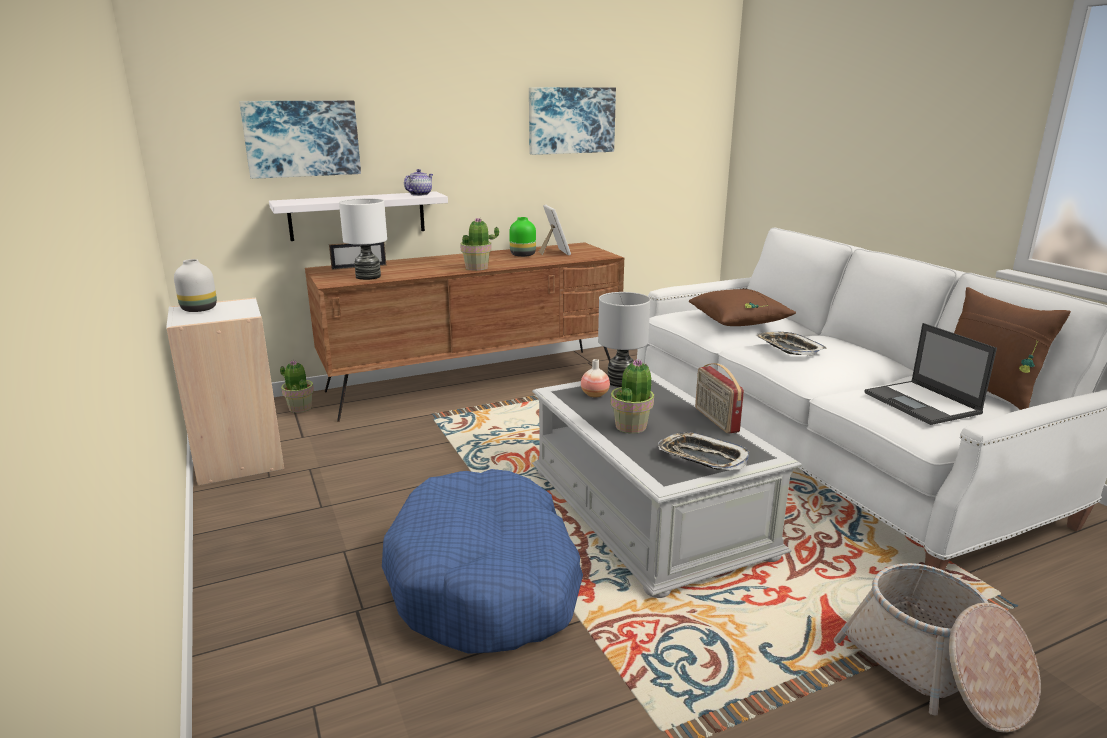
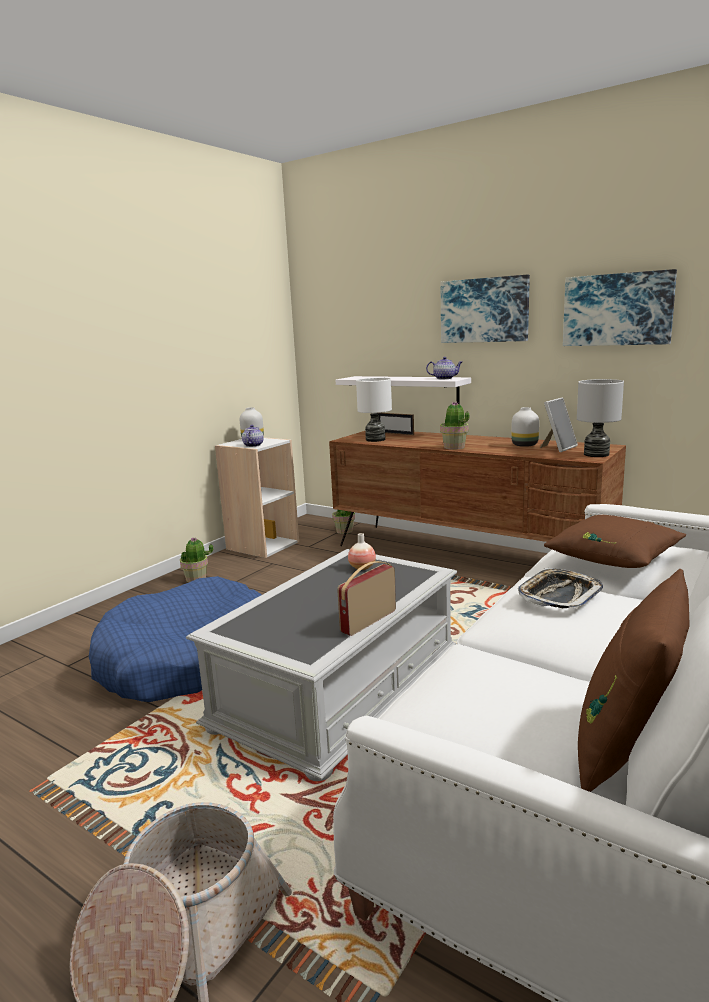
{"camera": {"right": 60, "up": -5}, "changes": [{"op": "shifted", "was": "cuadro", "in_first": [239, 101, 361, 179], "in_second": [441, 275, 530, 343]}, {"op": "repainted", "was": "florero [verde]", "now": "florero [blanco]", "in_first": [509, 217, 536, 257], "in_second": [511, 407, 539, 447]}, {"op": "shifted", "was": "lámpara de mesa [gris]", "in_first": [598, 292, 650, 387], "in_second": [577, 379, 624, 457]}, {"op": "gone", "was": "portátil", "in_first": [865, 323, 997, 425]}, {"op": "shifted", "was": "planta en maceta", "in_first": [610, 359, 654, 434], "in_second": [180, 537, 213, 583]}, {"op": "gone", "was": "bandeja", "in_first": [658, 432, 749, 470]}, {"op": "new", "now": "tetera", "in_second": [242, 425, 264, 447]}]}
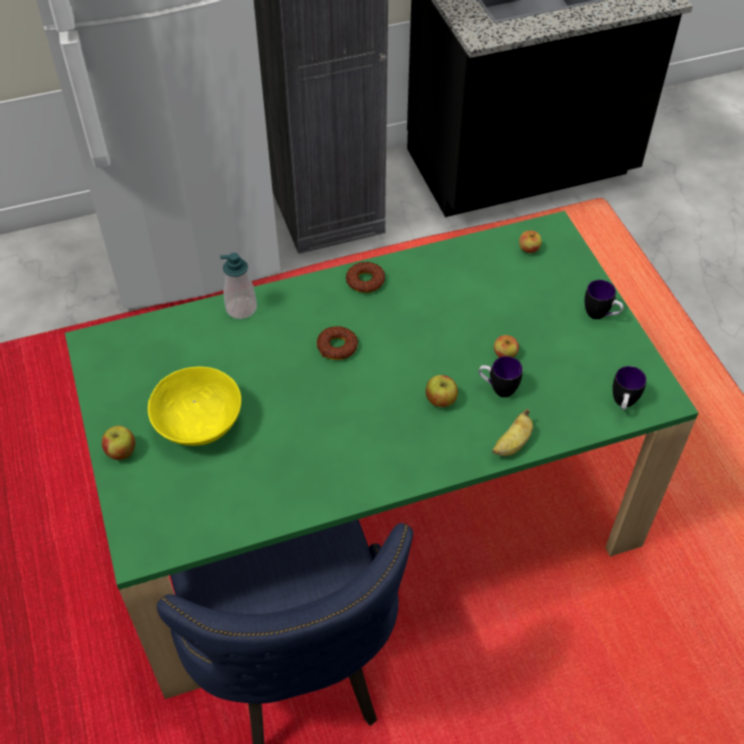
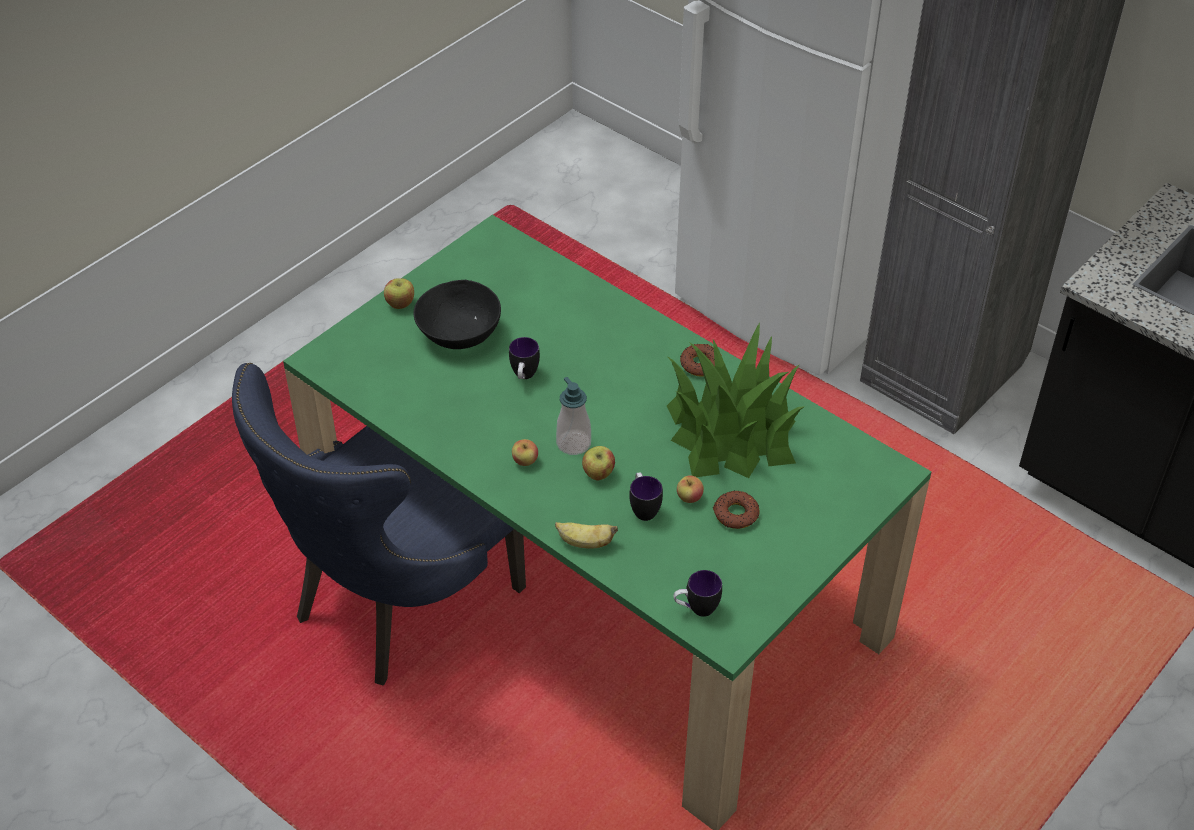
{"camera": {"right": 60, "up": -5}, "changes": [{"op": "shifted", "was": "manzana", "in_first": [519, 230, 542, 253], "in_second": [512, 439, 538, 466]}, {"op": "shifted", "was": "dispensador de jabón", "in_first": [220, 253, 257, 319], "in_second": [556, 377, 591, 455]}, {"op": "shifted", "was": "taza grande", "in_first": [585, 280, 624, 319], "in_second": [509, 337, 540, 379]}, {"op": "shifted", "was": "rosquilla", "in_first": [317, 326, 358, 360], "in_second": [713, 490, 759, 529]}, {"op": "repainted", "was": "cuenco [amarillo]", "now": "cuenco [negro]", "in_first": [148, 367, 241, 446], "in_second": [413, 280, 501, 349]}, {"op": "new", "now": "planta en maceta", "in_second": [667, 322, 805, 478]}]}
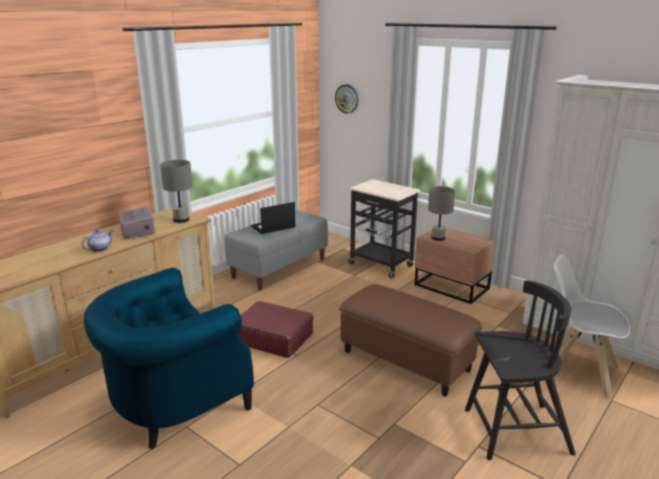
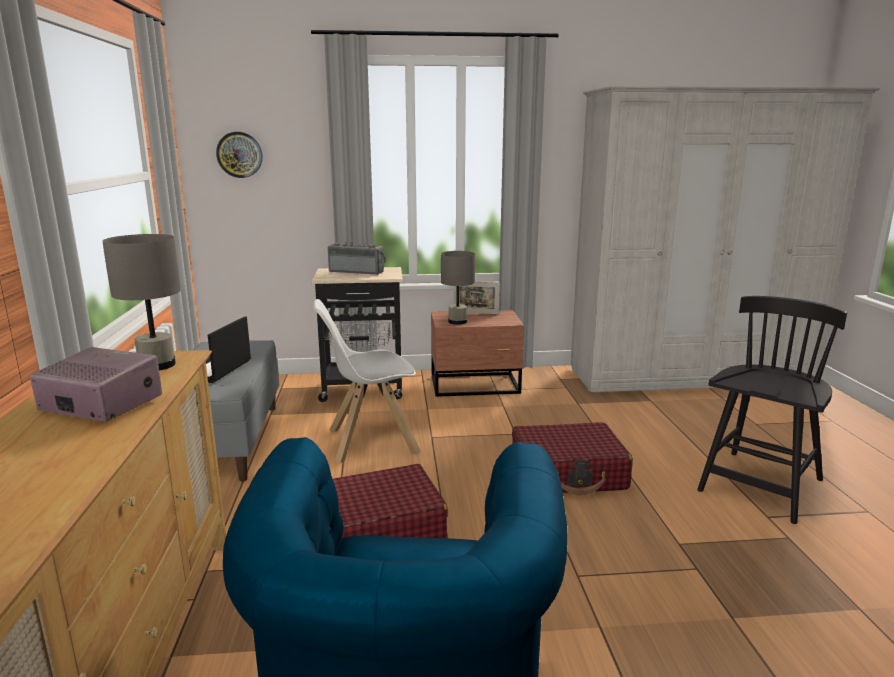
{"camera": {"right": -45, "up": -5}, "changes": [{"op": "gone", "was": "tetera", "in_first": [81, 229, 113, 252]}, {"op": "shifted", "was": "silla", "in_first": [553, 254, 630, 399], "in_second": [313, 299, 421, 464]}, {"op": "swapped", "was": "puf [marrón]", "now": "maleta [rojo]", "in_first": [339, 284, 482, 397], "in_second": [512, 422, 633, 495]}, {"op": "new", "now": "radio", "in_second": [328, 241, 386, 275]}, {"op": "new", "now": "portarretratos", "in_second": [454, 282, 500, 314]}]}
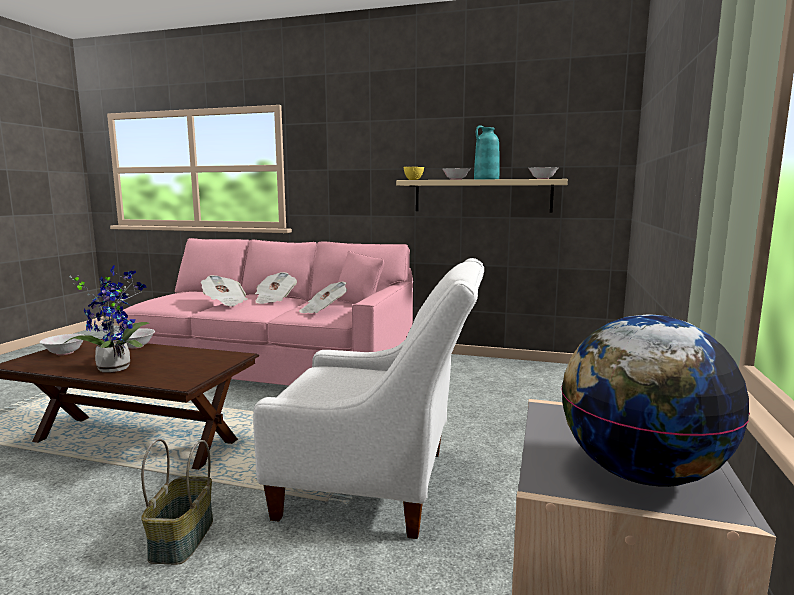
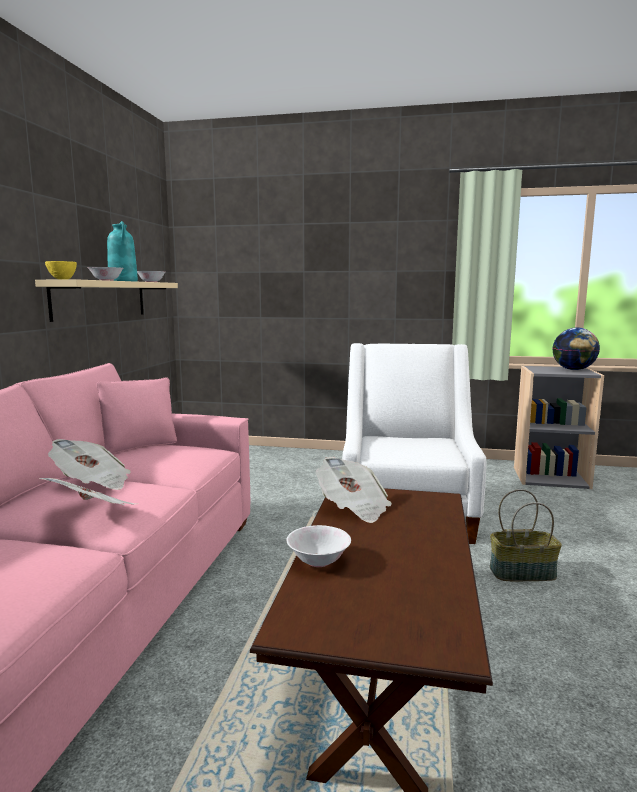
{"camera": {"right": -95, "up": 0}, "changes": [{"op": "gone", "was": "planta en maceta", "in_first": [63, 265, 149, 372]}, {"op": "shifted", "was": "periódico", "in_first": [299, 282, 347, 313], "in_second": [316, 457, 392, 523]}, {"op": "gone", "was": "cuenco [blanco]", "in_first": [40, 334, 84, 355]}]}
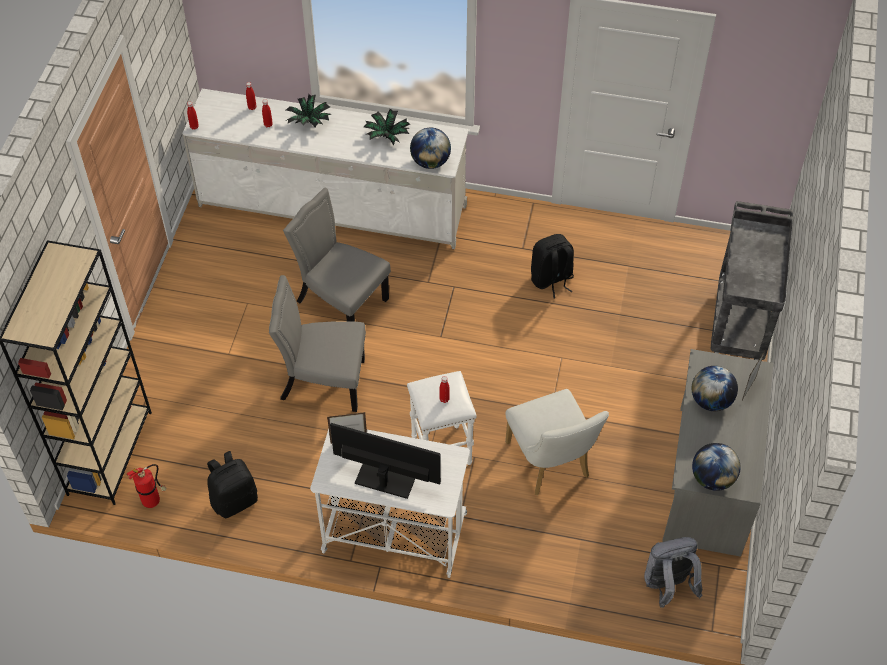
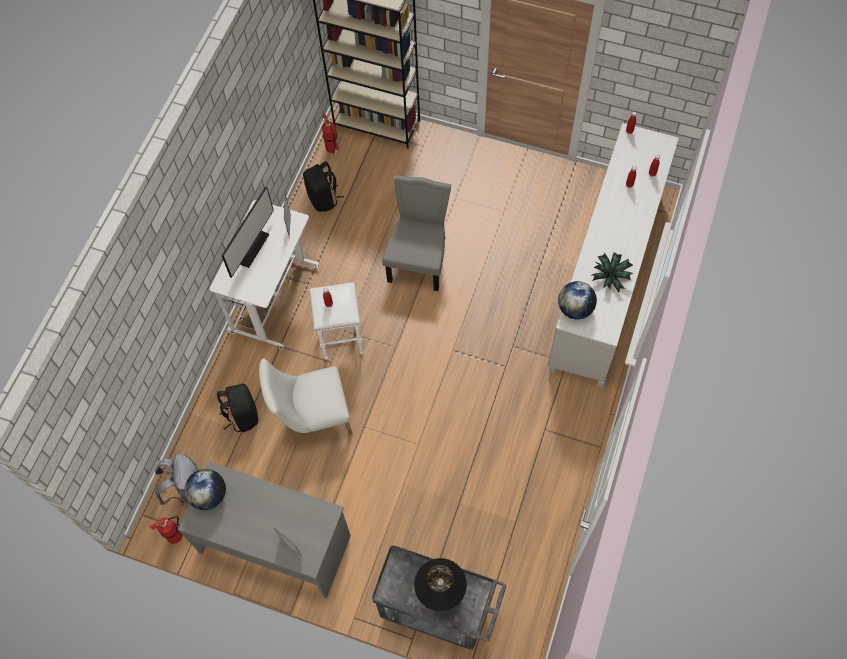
{"camera": {"right": 100, "up": 10}, "changes": [{"op": "gone", "was": "planta en maceta", "in_first": [286, 94, 331, 128]}, {"op": "gone", "was": "silla [gris]", "in_first": [283, 188, 391, 322]}, {"op": "shifted", "was": "mochila [negro]", "in_first": [531, 234, 574, 299], "in_second": [217, 384, 258, 432]}, {"op": "gone", "was": "globo terráqueo", "in_first": [691, 366, 738, 411]}, {"op": "new", "now": "extintor", "in_second": [150, 516, 182, 544]}, {"op": "new", "now": "lámpara de mesa [negro]", "in_second": [414, 558, 467, 611]}]}
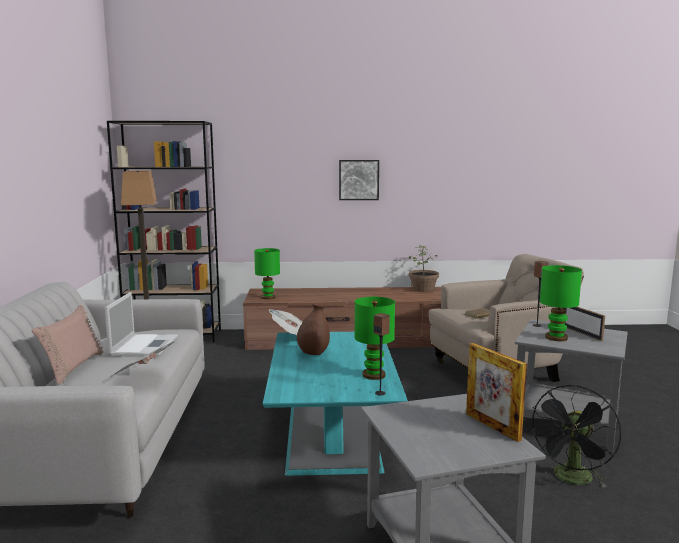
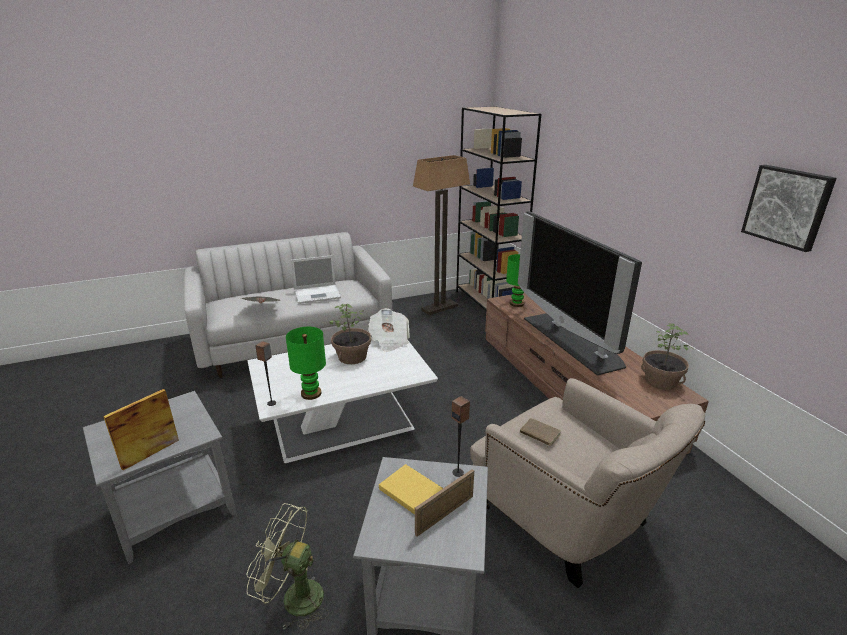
{"camera": {"right": 70, "up": 15}, "changes": [{"op": "shifted", "was": "cuadro", "in_first": [339, 160, 379, 200], "in_second": [741, 165, 837, 252]}, {"op": "swapped", "was": "lámpara de mesa [verde]", "now": "libro [amarillo]", "in_first": [540, 265, 582, 341], "in_second": [379, 464, 443, 515]}, {"op": "swapped", "was": "florero [marrón]", "now": "planta en maceta", "in_first": [297, 304, 330, 355], "in_second": [329, 304, 371, 364]}, {"op": "gone", "was": "cojín [beis]", "in_first": [32, 305, 103, 385]}, {"op": "repainted", "was": "mesa de centro [turquesa]", "now": "mesa de centro [blanco]", "in_first": [263, 332, 408, 476], "in_second": [247, 336, 438, 463]}, {"op": "repainted", "was": "ventilador [negro]", "now": "ventilador [verde]", "in_first": [530, 385, 621, 487], "in_second": [246, 503, 329, 630]}, {"op": "new", "now": "televisor", "in_second": [518, 211, 642, 376]}]}
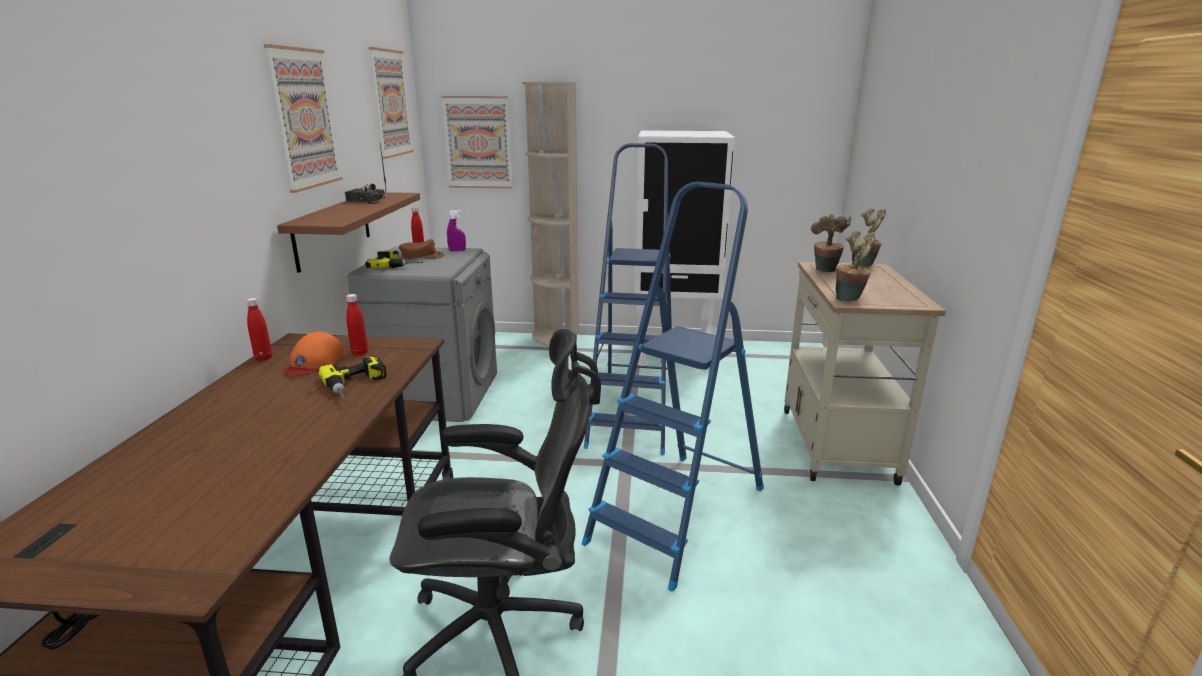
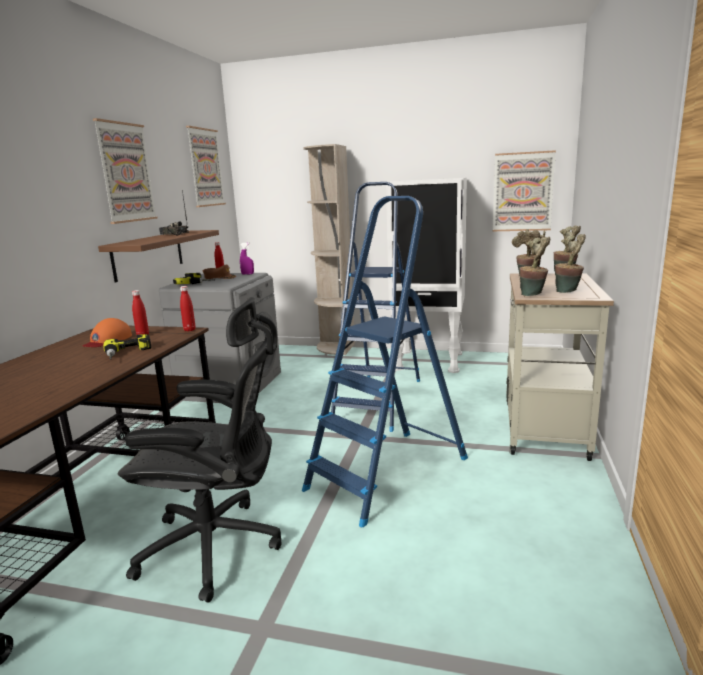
{"camera": {"right": 10, "up": -5}, "changes": [{"op": "shifted", "was": "cuadro", "in_first": [441, 96, 513, 188], "in_second": [492, 150, 556, 231]}, {"op": "shifted", "was": "botella [rojo]", "in_first": [246, 298, 272, 361], "in_second": [180, 286, 196, 331]}, {"op": "new", "now": "planta en maceta", "in_second": [555, 234, 586, 293]}]}
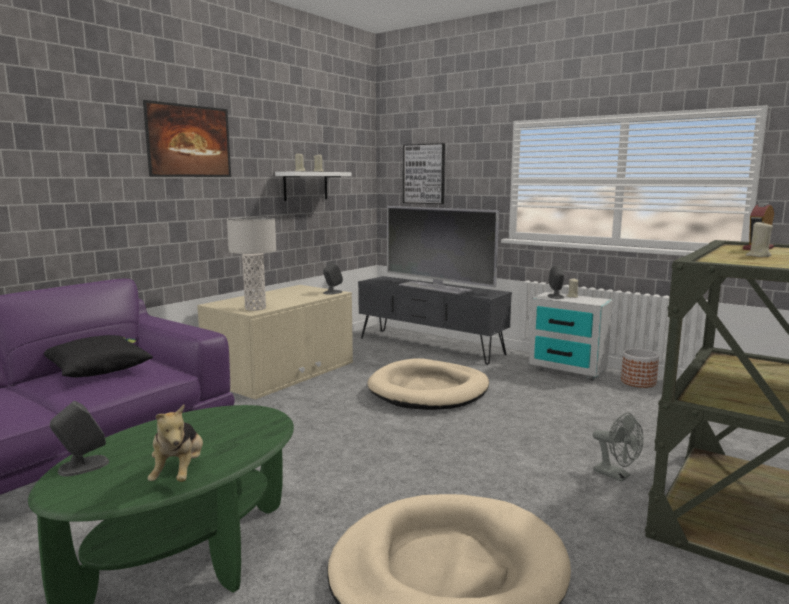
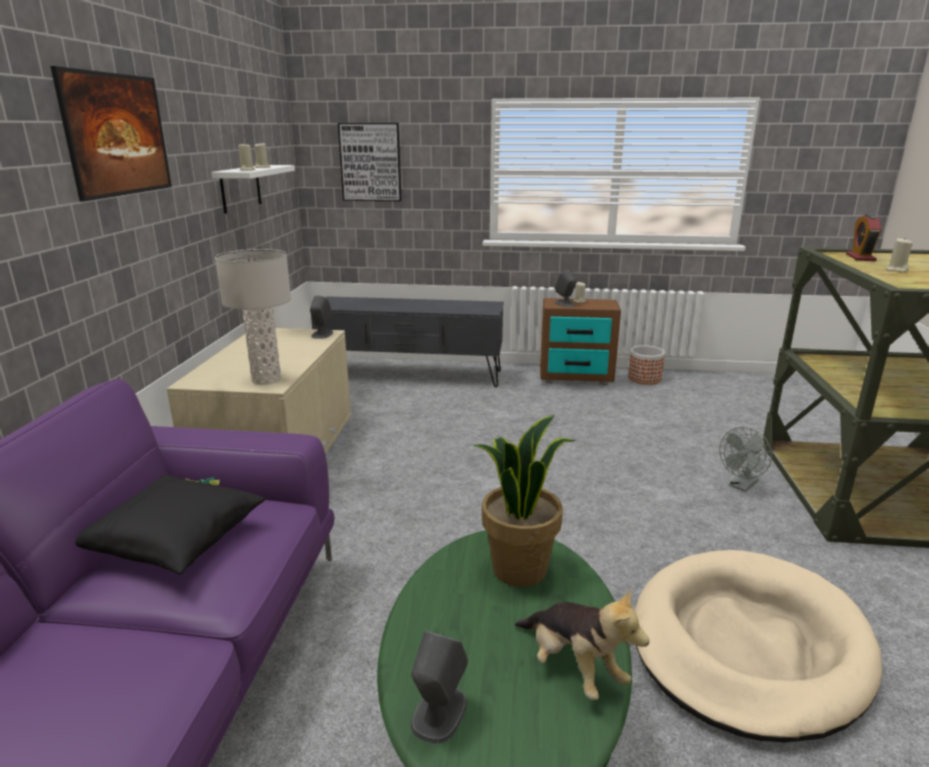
{"camera": {"right": -30, "up": 10}, "changes": [{"op": "gone", "was": "televisor", "in_first": [387, 206, 499, 294]}, {"op": "repainted", "was": "mesita de noche [blanco]", "now": "mesita de noche [marrón]", "in_first": [529, 292, 613, 380], "in_second": [540, 298, 621, 385]}, {"op": "gone", "was": "cama para perro [beis]", "in_first": [367, 358, 489, 410]}, {"op": "rotated", "was": "ventilador [gris]", "in_first": [593, 413, 644, 482], "in_second": [719, 427, 772, 492], "clockwise": 120}, {"op": "new", "now": "planta en maceta", "in_second": [474, 415, 576, 587]}]}
